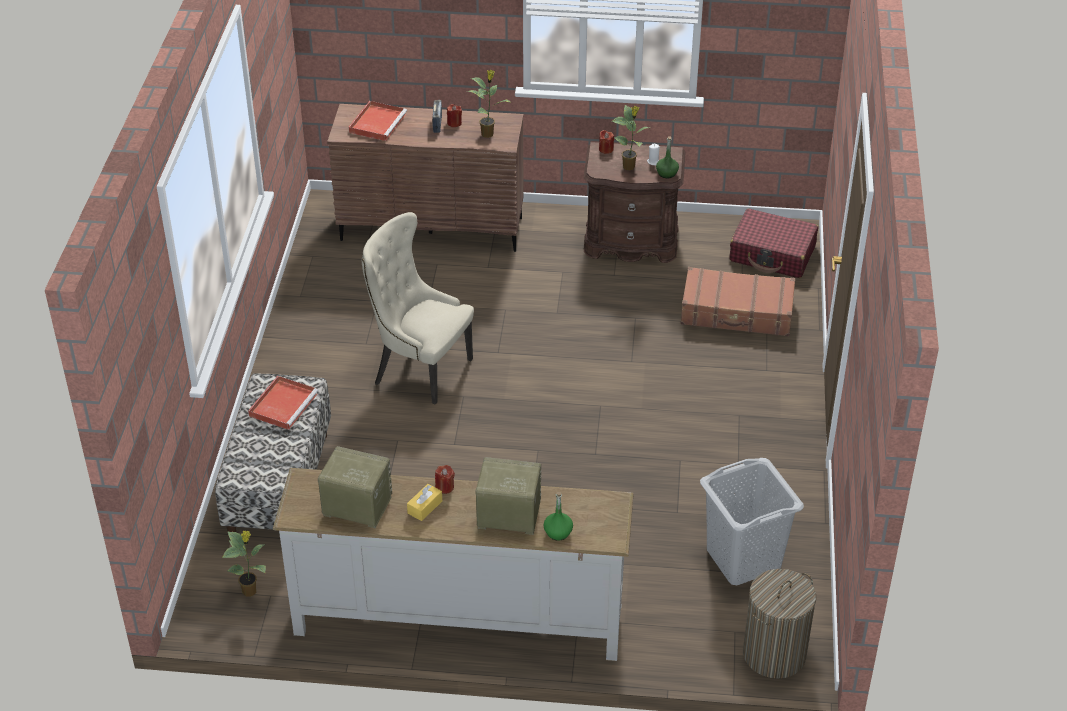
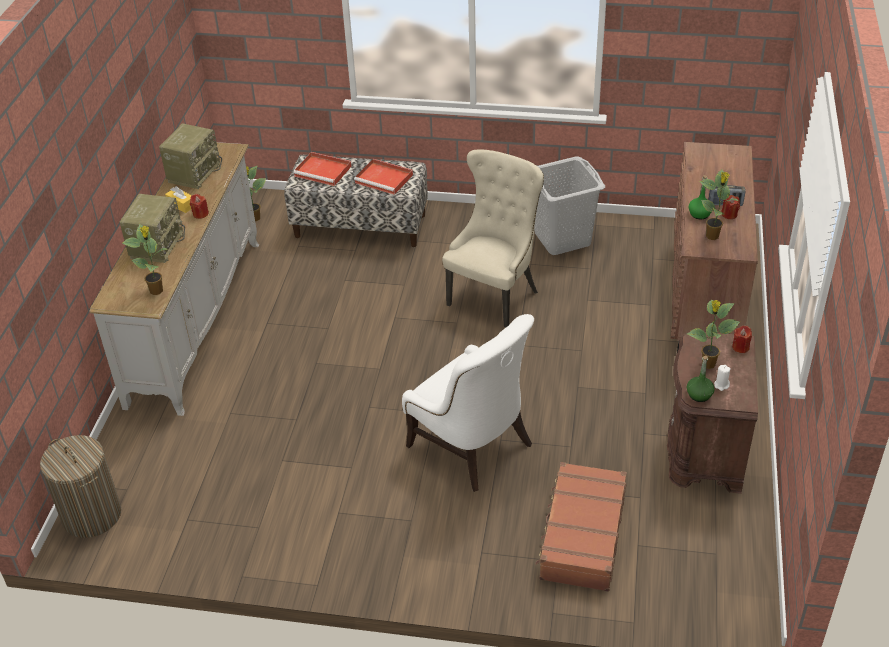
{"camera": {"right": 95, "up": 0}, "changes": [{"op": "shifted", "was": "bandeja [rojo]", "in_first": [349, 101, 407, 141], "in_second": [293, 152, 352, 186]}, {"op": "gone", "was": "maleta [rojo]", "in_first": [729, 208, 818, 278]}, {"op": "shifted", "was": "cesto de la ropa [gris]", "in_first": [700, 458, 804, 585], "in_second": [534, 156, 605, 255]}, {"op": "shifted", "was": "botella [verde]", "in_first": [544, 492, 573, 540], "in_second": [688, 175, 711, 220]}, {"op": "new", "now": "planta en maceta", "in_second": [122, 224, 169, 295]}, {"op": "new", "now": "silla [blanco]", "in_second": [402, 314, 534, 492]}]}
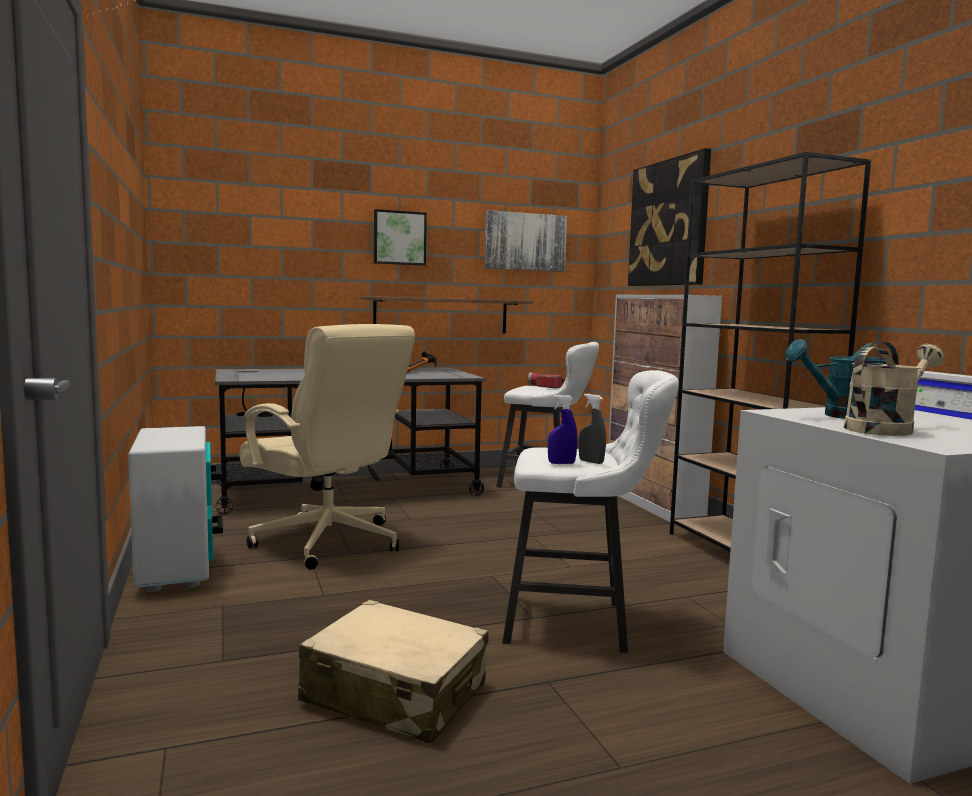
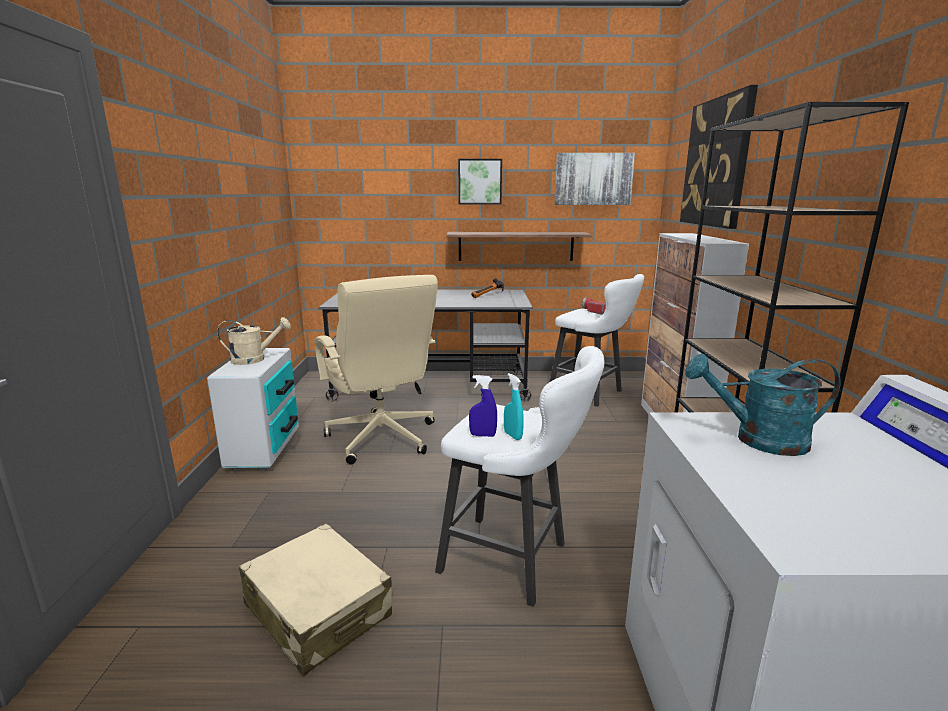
{"camera": {"right": 20, "up": 10}, "changes": [{"op": "shifted", "was": "regadera [beis]", "in_first": [844, 344, 945, 436], "in_second": [217, 317, 291, 365]}, {"op": "repainted", "was": "pulverizador [gris]", "now": "pulverizador [turquesa]", "in_first": [579, 394, 606, 464], "in_second": [504, 373, 524, 440]}]}
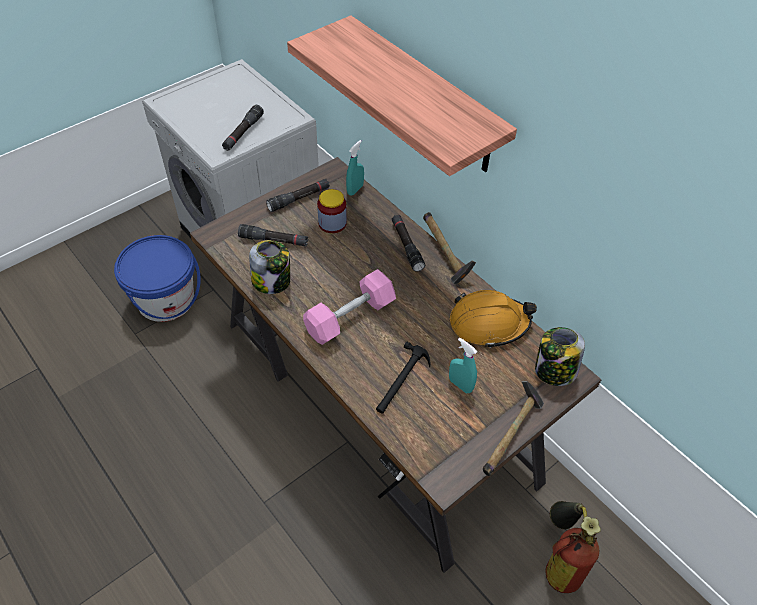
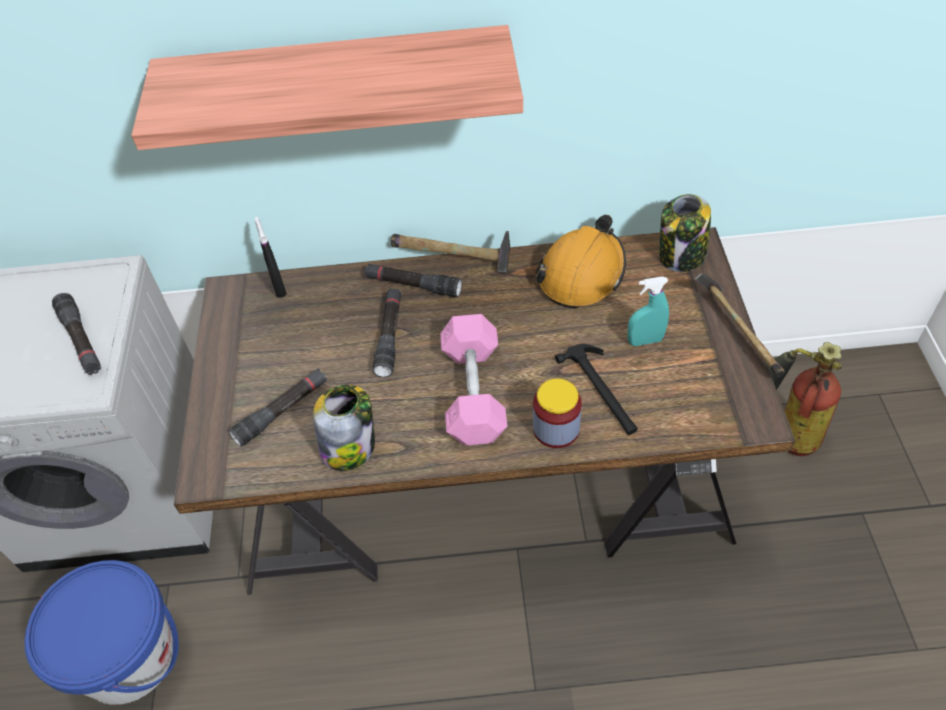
{"camera": {"right": -50, "up": 0}, "changes": [{"op": "repainted", "was": "pulverizador [turquesa]", "now": "pulverizador [negro]", "in_first": [346, 140, 364, 196], "in_second": [255, 217, 287, 298]}, {"op": "shifted", "was": "linterna [negro]", "in_first": [266, 179, 330, 212], "in_second": [372, 288, 401, 377]}, {"op": "shifted", "was": "tarro", "in_first": [317, 189, 347, 233], "in_second": [533, 379, 582, 448]}]}
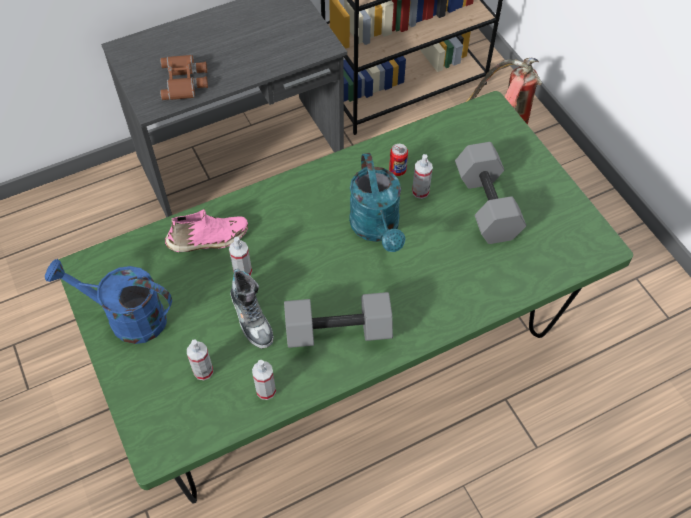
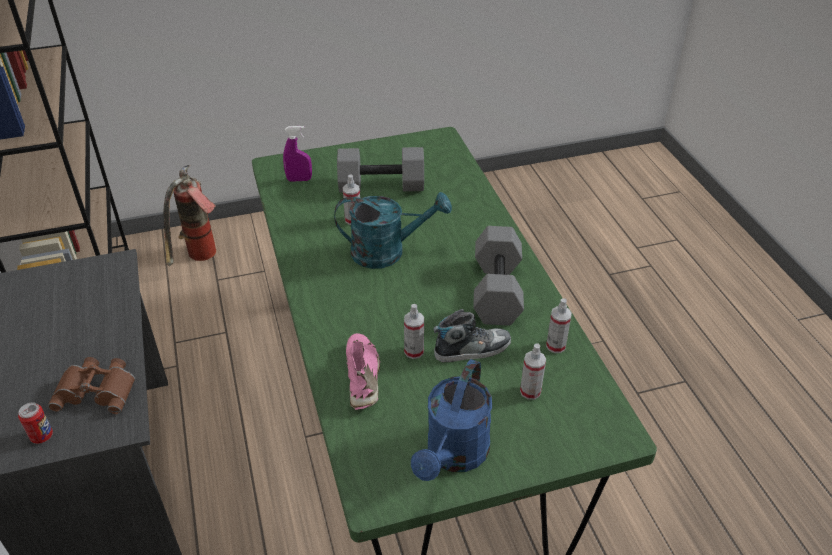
{"camera": {"right": -80, "up": -15}, "changes": [{"op": "shifted", "was": "lata", "in_first": [389, 144, 408, 176], "in_second": [18, 402, 53, 444]}, {"op": "new", "now": "pulverizador [morado]", "in_second": [283, 126, 312, 182]}]}
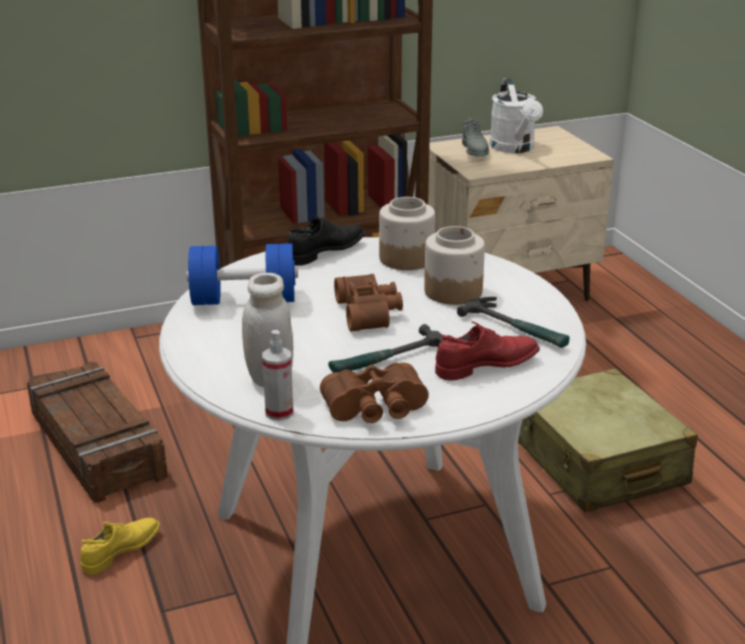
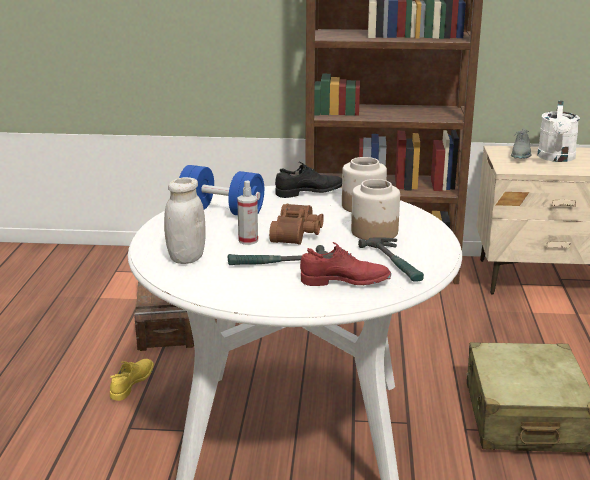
{"camera": {"right": 25, "up": -5}, "changes": [{"op": "shifted", "was": "pulverizador", "in_first": [262, 330, 293, 421], "in_second": [237, 181, 258, 245]}, {"op": "gone", "was": "prismáticos [marrón]", "in_first": [320, 363, 429, 423]}, {"op": "rotated", "was": "zapato [amarillo]", "in_first": [80, 518, 161, 575], "in_second": [110, 359, 154, 401], "clockwise": -45}]}
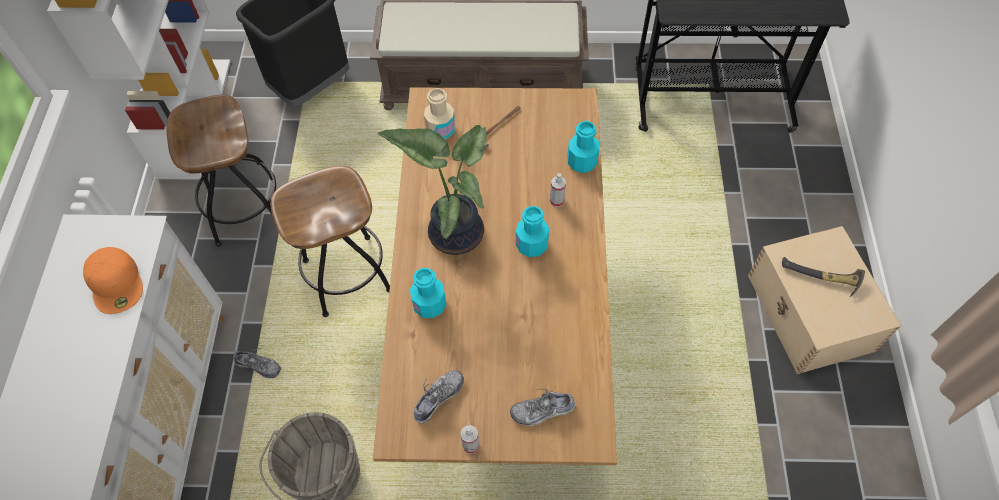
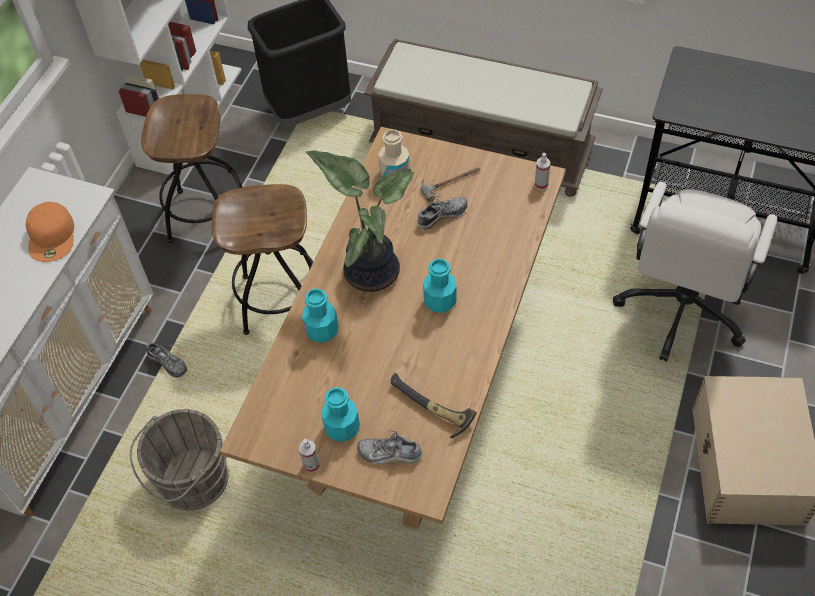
{"camera": {"right": 20, "up": -5}, "changes": [{"op": "shifted", "was": "botella [turquesa]", "in_first": [567, 121, 600, 173], "in_second": [321, 387, 360, 441]}, {"op": "shifted", "was": "pulverizador", "in_first": [550, 173, 566, 207], "in_second": [535, 153, 550, 190]}, {"op": "shifted", "was": "martillo", "in_first": [782, 257, 865, 296], "in_second": [391, 373, 477, 439]}, {"op": "shifted", "was": "zapato", "in_first": [414, 371, 464, 423], "in_second": [417, 193, 468, 229]}, {"op": "new", "now": "silla de oficina [blanco]", "in_second": [613, 182, 777, 362]}]}
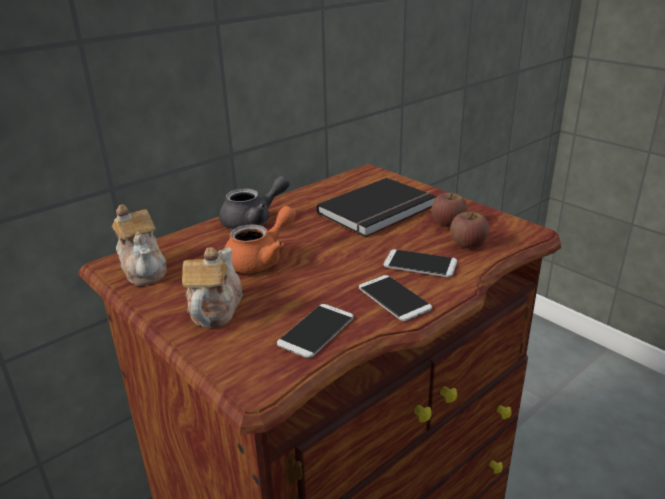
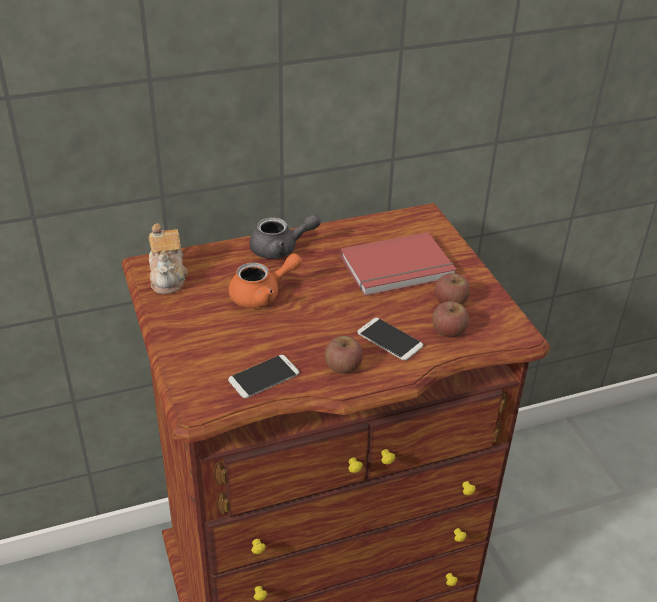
{"camera": {"right": 20, "up": 10}, "changes": [{"op": "repainted", "was": "libro [negro]", "now": "libro [rojo]", "in_first": [316, 178, 436, 237], "in_second": [340, 232, 457, 296]}, {"op": "gone", "was": "tetera", "in_first": [182, 247, 243, 327]}, {"op": "swapped", "was": "móvil", "now": "manzana", "in_first": [359, 275, 432, 321], "in_second": [325, 336, 363, 374]}]}
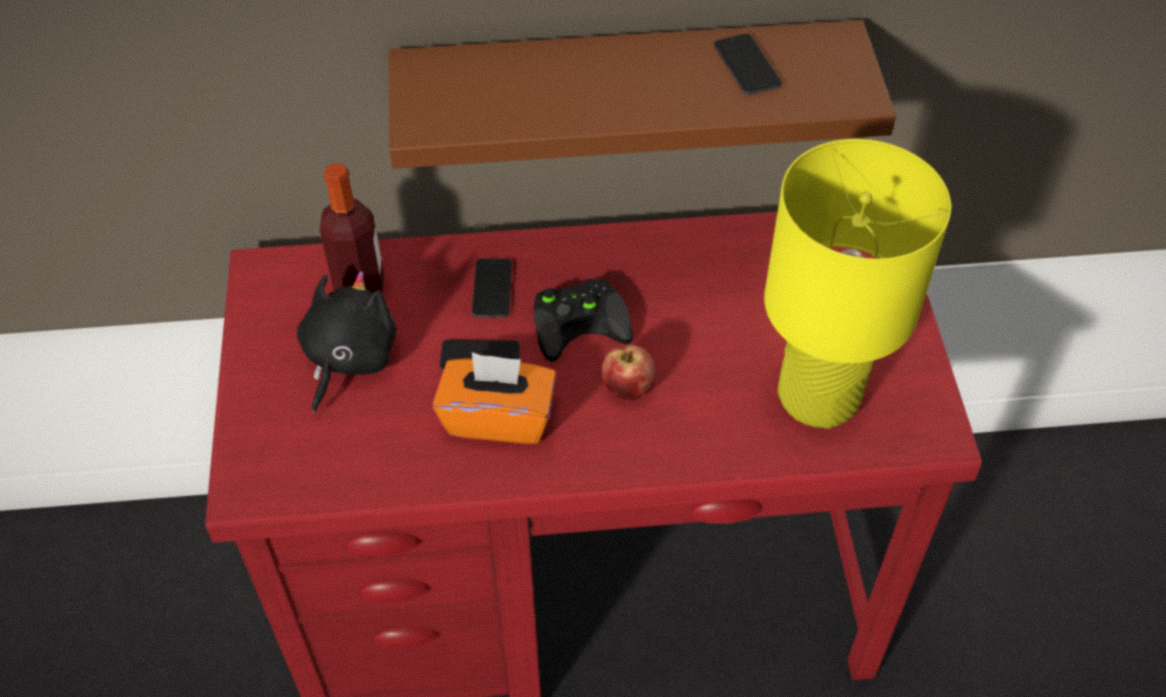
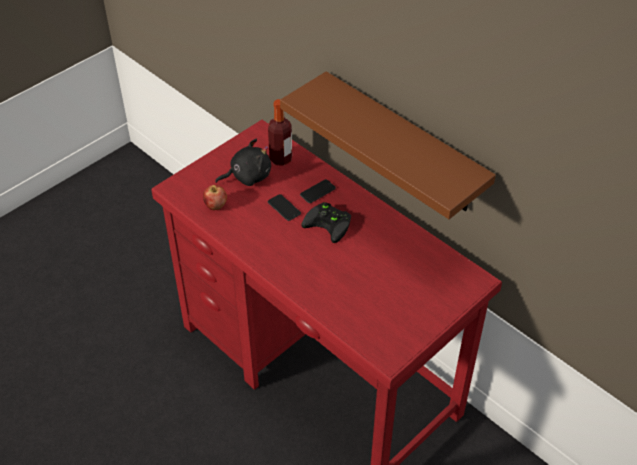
{"camera": {"right": 50, "up": -5}, "changes": [{"op": "gone", "was": "móvil", "in_first": [714, 34, 782, 95]}, {"op": "gone", "was": "lámpara de mesa [amarillo]", "in_first": [764, 139, 951, 429]}, {"op": "shifted", "was": "manzana", "in_first": [602, 344, 654, 401], "in_second": [203, 185, 227, 210]}, {"op": "gone", "was": "caja de pañuelos [naranja]", "in_first": [433, 352, 556, 444]}]}
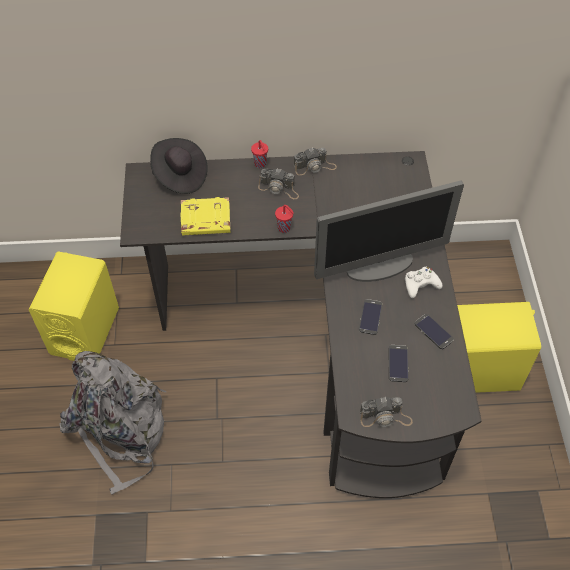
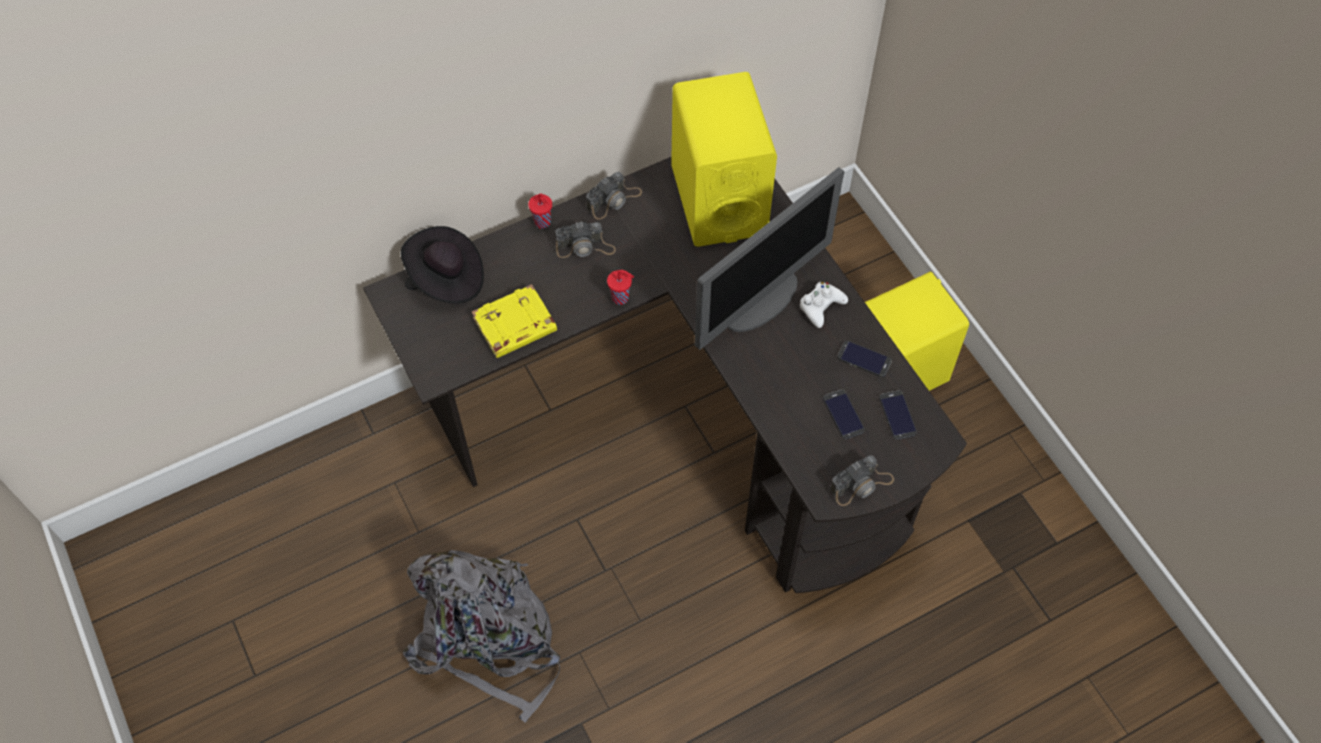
{"camera": {"right": -25, "up": 5}, "changes": [{"op": "shifted", "was": "altavoz [amarillo]", "in_first": [29, 251, 119, 361], "in_second": [671, 72, 777, 247]}, {"op": "shifted", "was": "móvil", "in_first": [359, 299, 382, 335], "in_second": [879, 390, 917, 440]}]}
